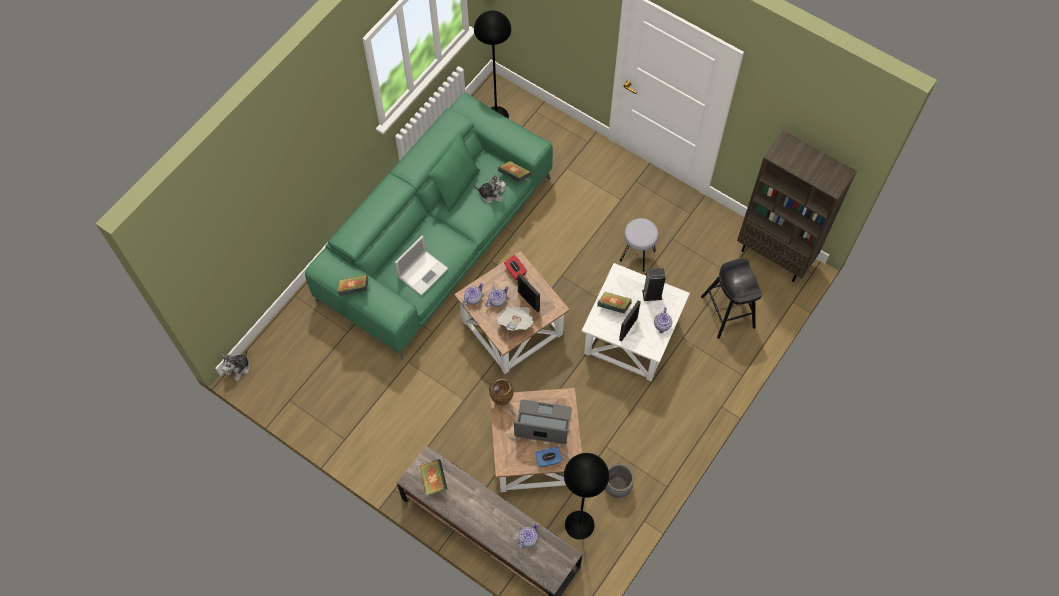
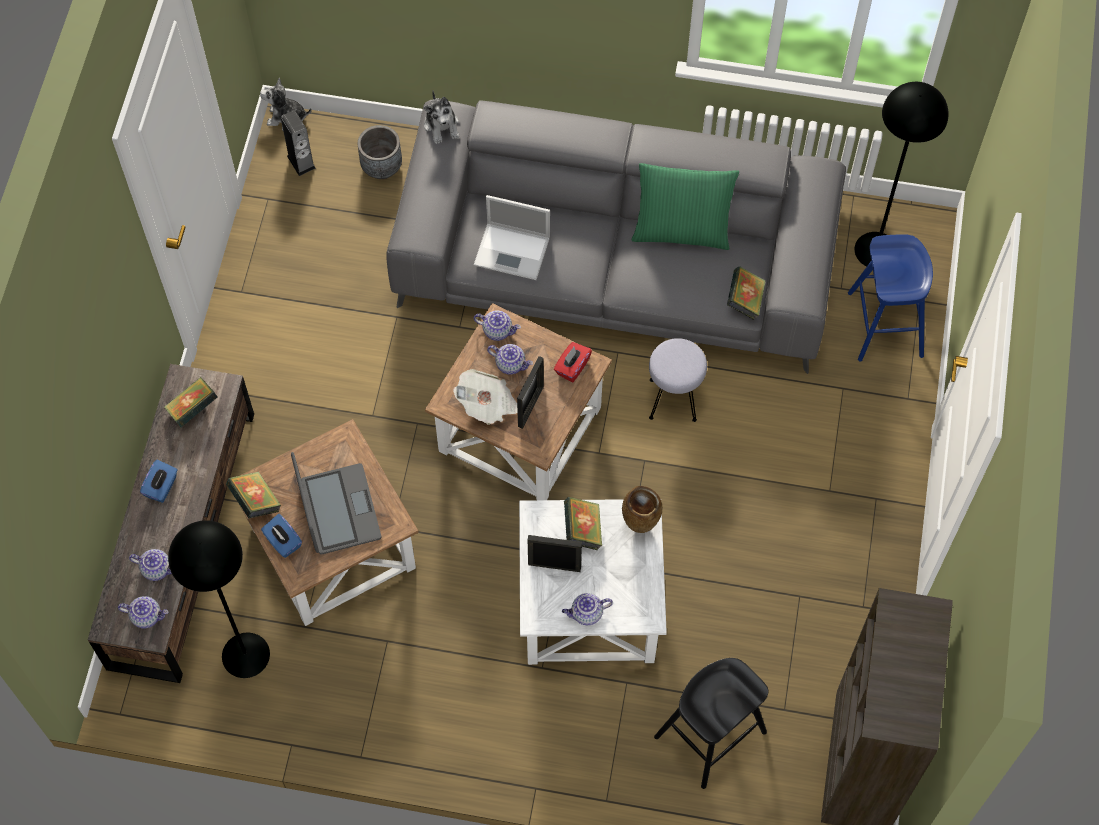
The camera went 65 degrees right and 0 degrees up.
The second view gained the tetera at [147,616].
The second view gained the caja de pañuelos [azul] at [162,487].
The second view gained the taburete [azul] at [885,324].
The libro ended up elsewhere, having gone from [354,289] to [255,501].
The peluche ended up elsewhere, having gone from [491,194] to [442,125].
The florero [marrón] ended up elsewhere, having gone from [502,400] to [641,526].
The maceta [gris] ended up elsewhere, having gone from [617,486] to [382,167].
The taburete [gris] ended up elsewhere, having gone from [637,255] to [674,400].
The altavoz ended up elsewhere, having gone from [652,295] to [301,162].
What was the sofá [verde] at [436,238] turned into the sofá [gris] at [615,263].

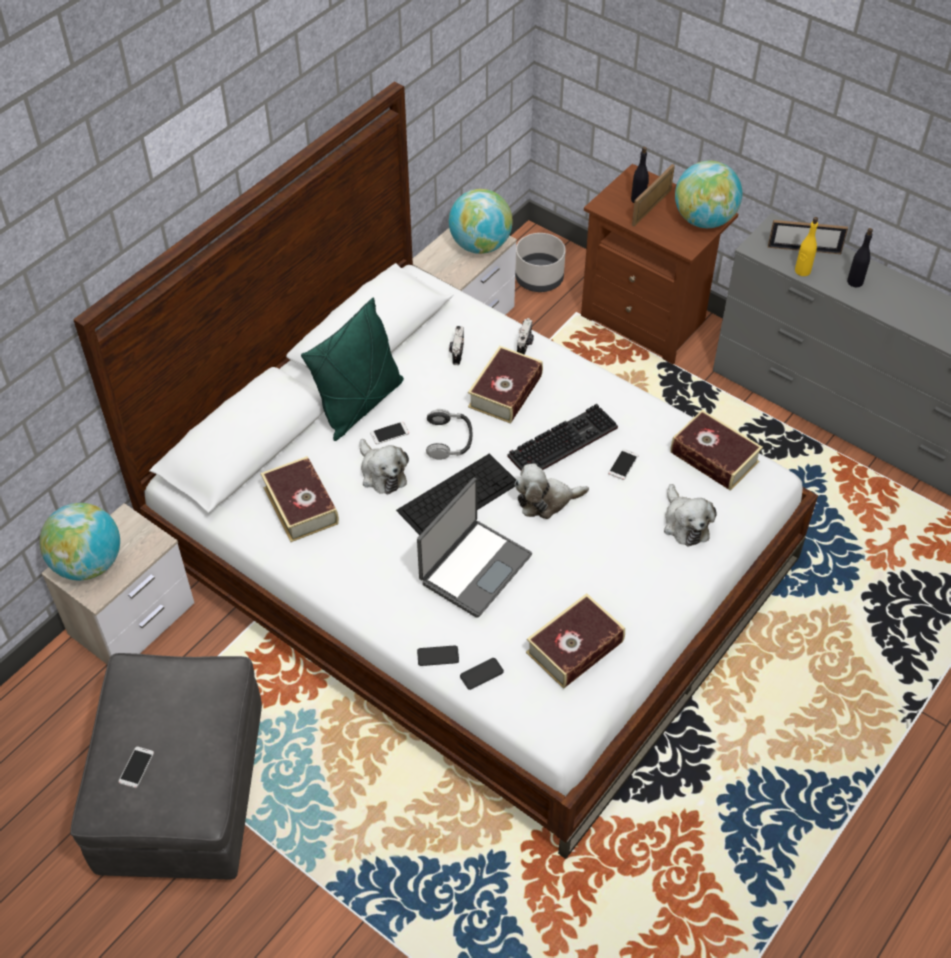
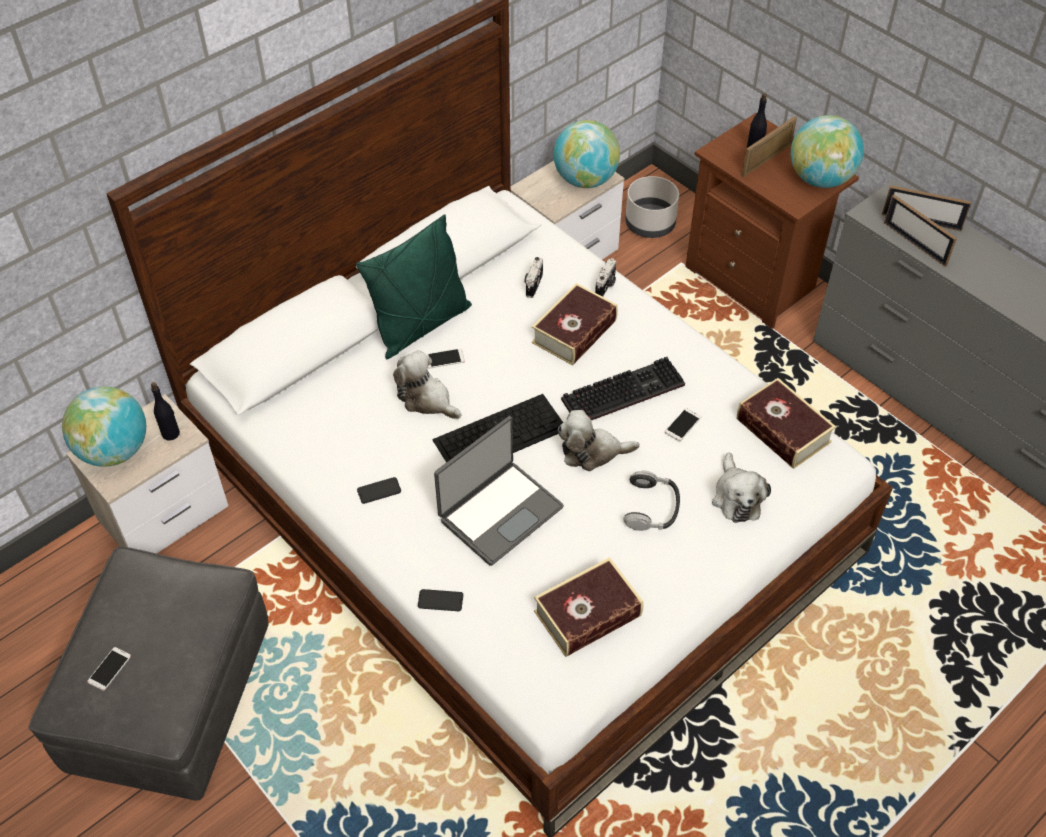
The camera went 10 degrees right and 0 degrees up.
The second view lost the libro at [301,505].
The auriculares ended up elsewhere, having gone from [449,440] to [652,508].
The móvil ended up elsewhere, having gone from [481,674] to [379,491].
The botella [negro] ended up elsewhere, having gone from [855,282] to [171,433].
Where the botella [amarillo] stood at [802,271], the portarretratos came to stand at [914,244].
The peluche at [381,473] ended up facing another way, 150 degrees clockwise from before.

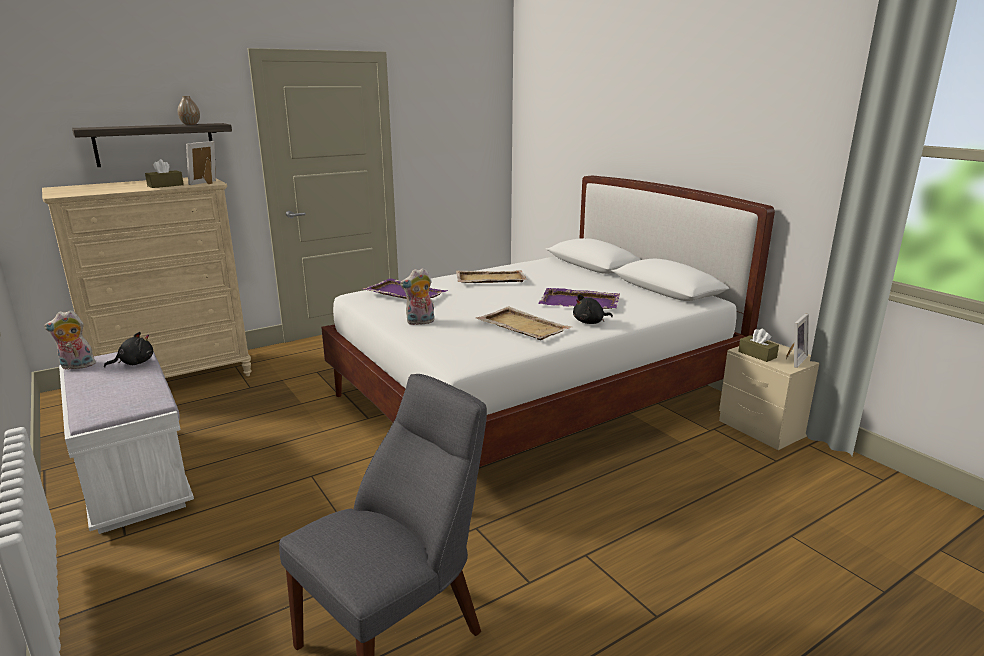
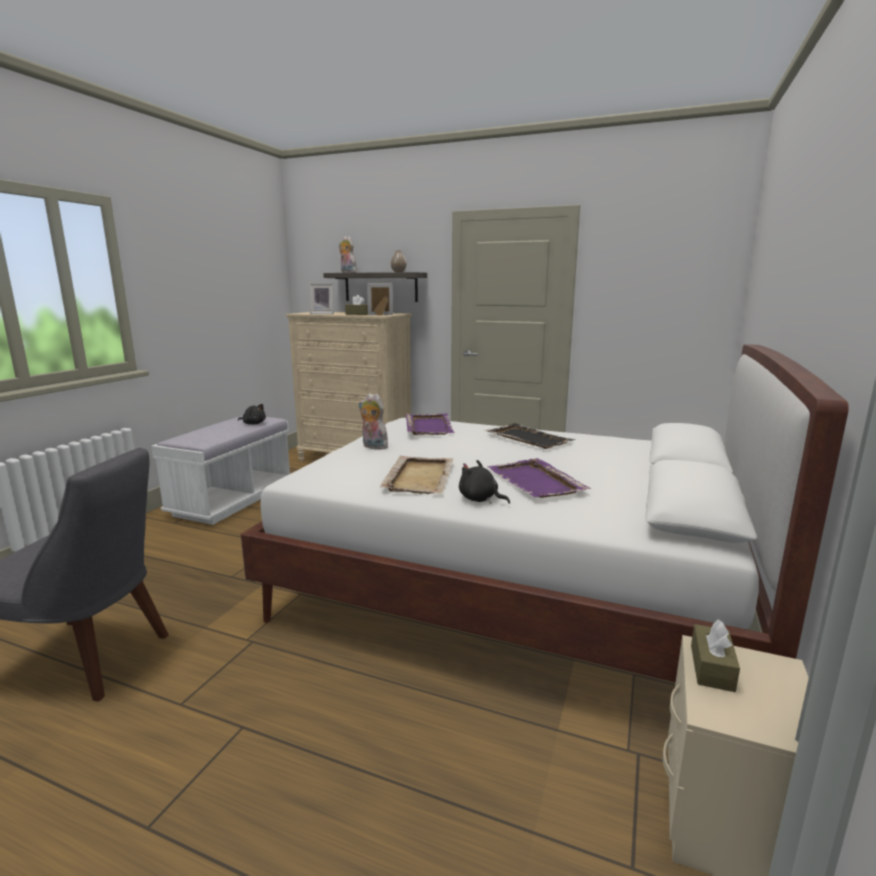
The camera went 55 degrees right and 5 degrees down.
The peluche ended up elsewhere, having gone from [76,366] to [347,272].
The portarretratos ended up elsewhere, having gone from [793,360] to [323,314].
What was the bandeja [beis] at [490,279] turned into the bandeja [negro] at [528,438].

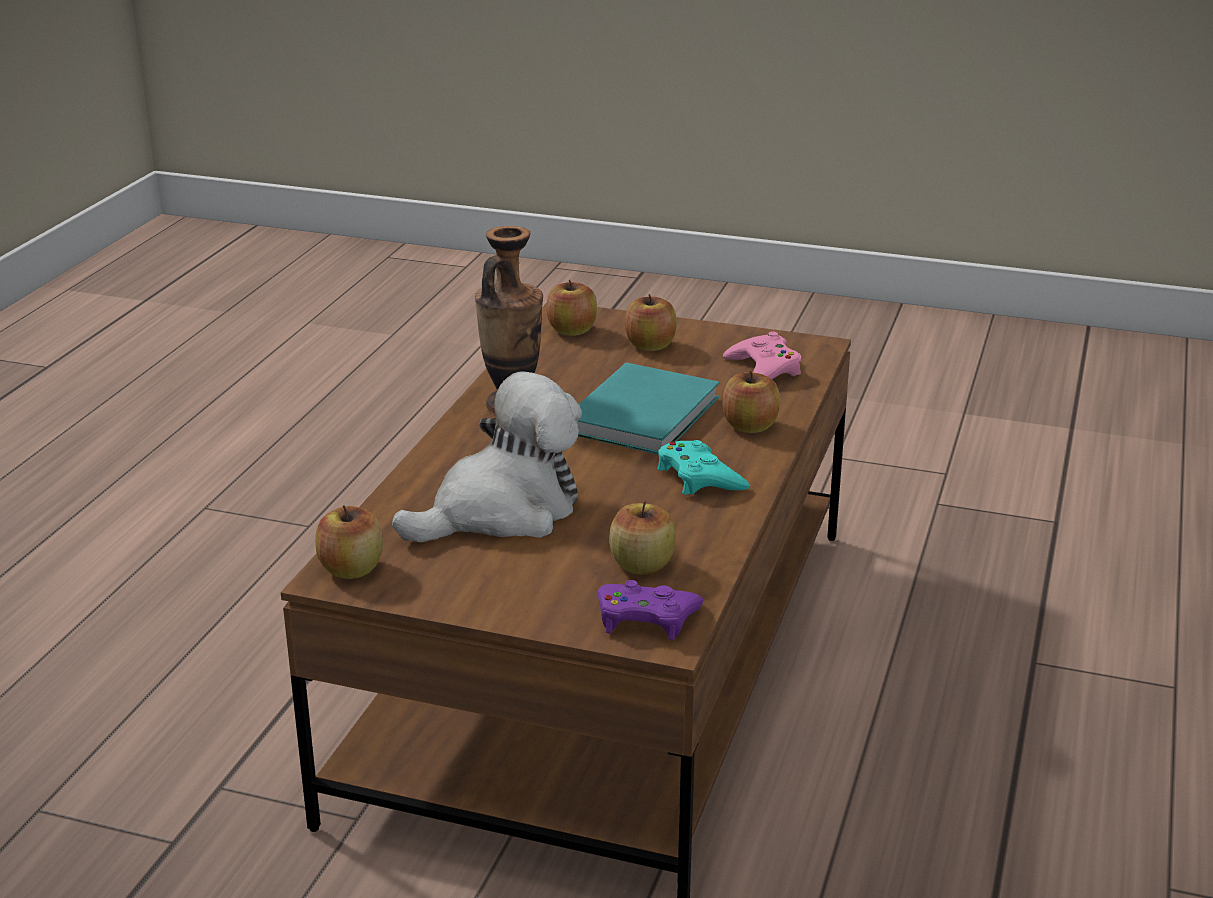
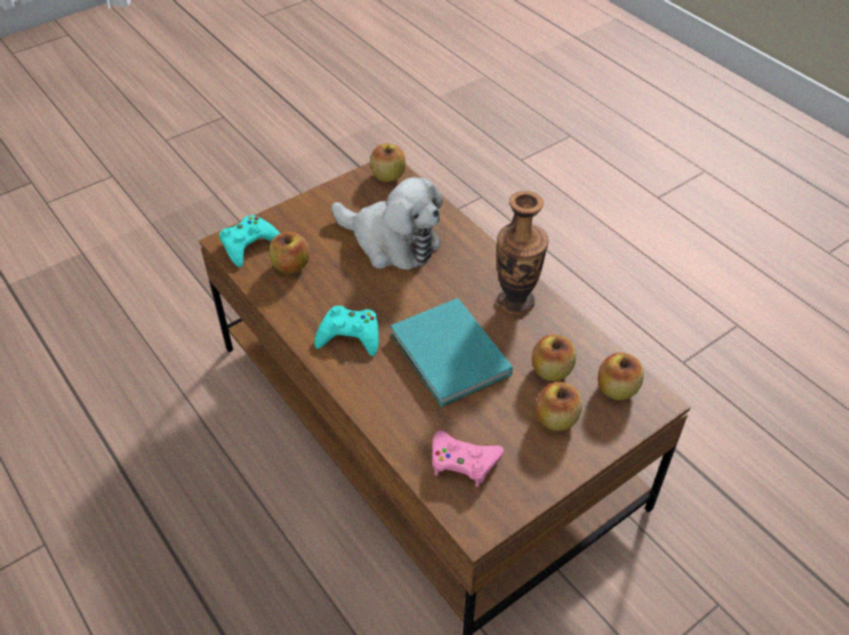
The camera went 125 degrees right and 20 degrees up.
The manzana ended up elsewhere, having gone from [750,426] to [551,370].
What was the mando de consola [morado] at [646,618] turned into the mando de consola [turquesa] at [249,244].
The peluche at [502,512] ended up facing another way, 60 degrees counterclockwise from before.

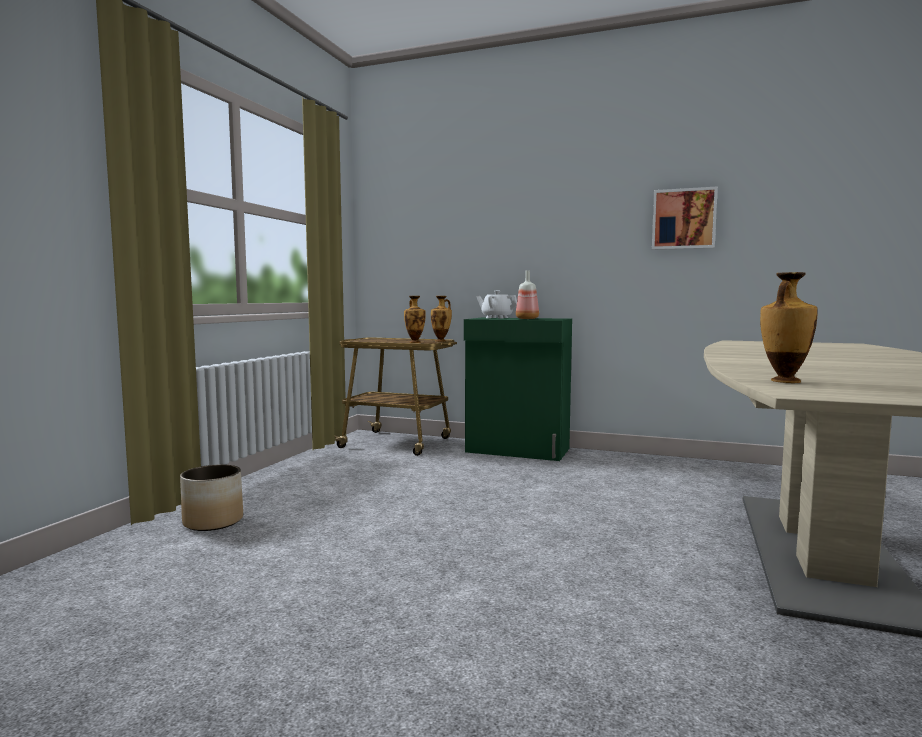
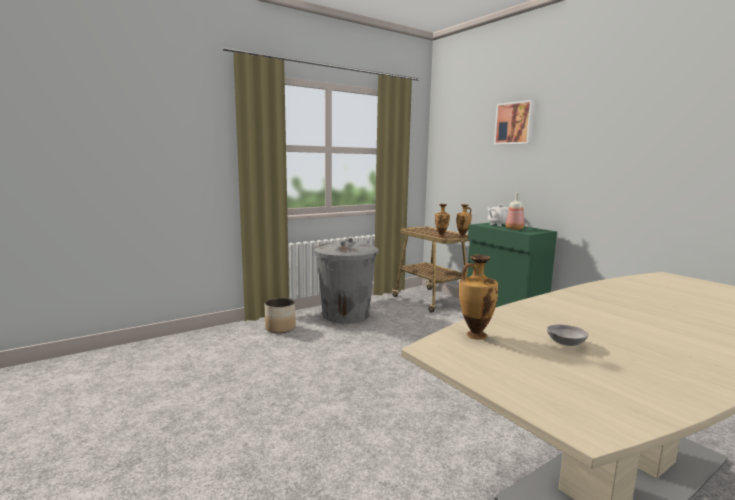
The camera went 35 degrees right and 5 degrees up.
The second view gained the papelera [gris] at [346,314].
The second view gained the cuenco [gris] at [565,343].
The cuadro ended up elsewhere, having gone from [683,219] to [515,123].

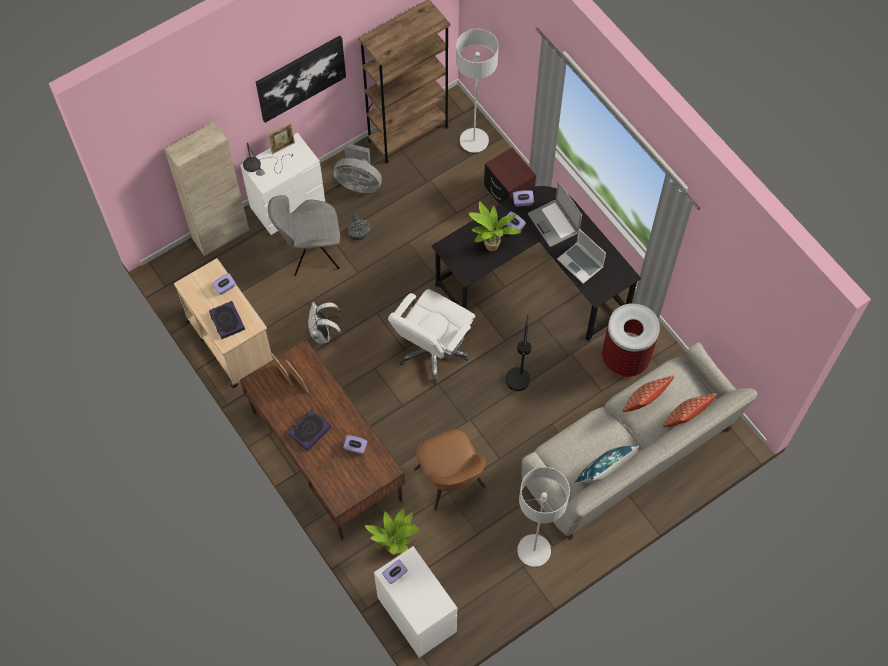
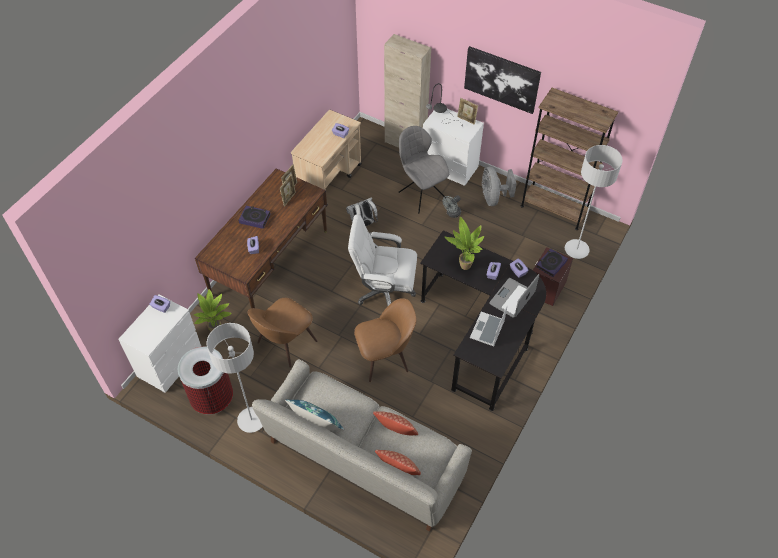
The camera went 65 degrees right and 10 degrees down.
The libro ended up elsewhere, having gone from [227,321] to [551,264].
The papelera ended up elsewhere, having gone from [625,358] to [212,399].
Where the lámpara de pie [negro] stood at [517,386], the silla [marrón] came to stand at [385,357].

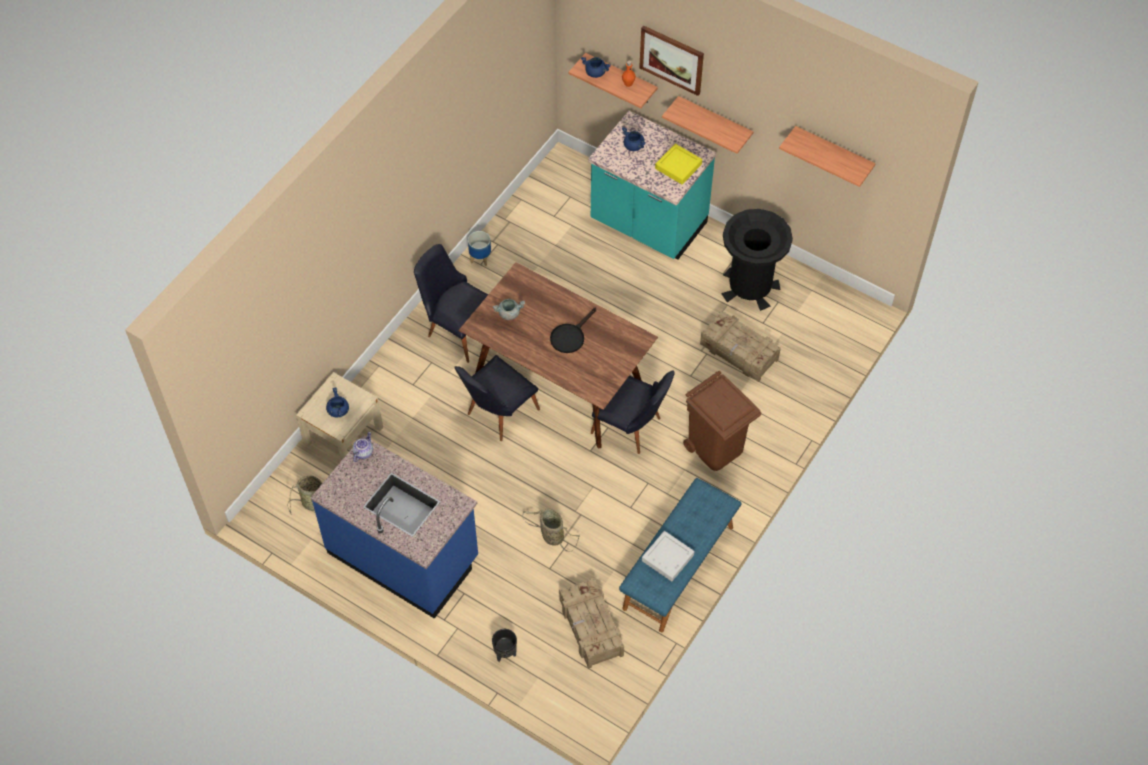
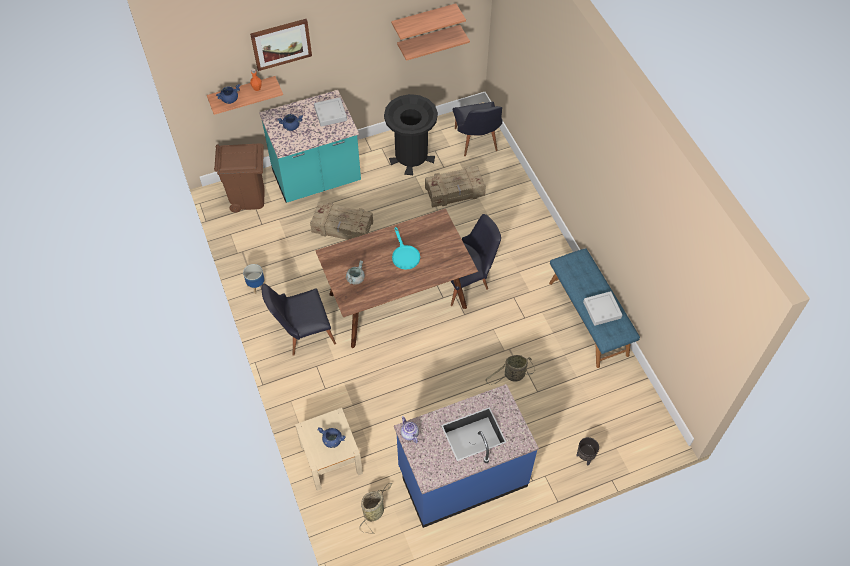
The camera went 55 degrees left and 0 degrees up.
The silla [negro] ended up elsewhere, having gone from [497,415] to [477,143].
The caja de embalaje ended up elsewhere, having gone from [590,628] to [342,228].
The estante ended up elsewhere, having gone from [714,123] to [428,42].
The papelera [marrón] ended up elsewhere, having gone from [716,447] to [248,197].
What was the sartén [negro] at [570,336] turned into the sartén [turquesa] at [404,255].
What was the bandeja [amarillo] at [678,166] turned into the bandeja [gris] at [330,114].

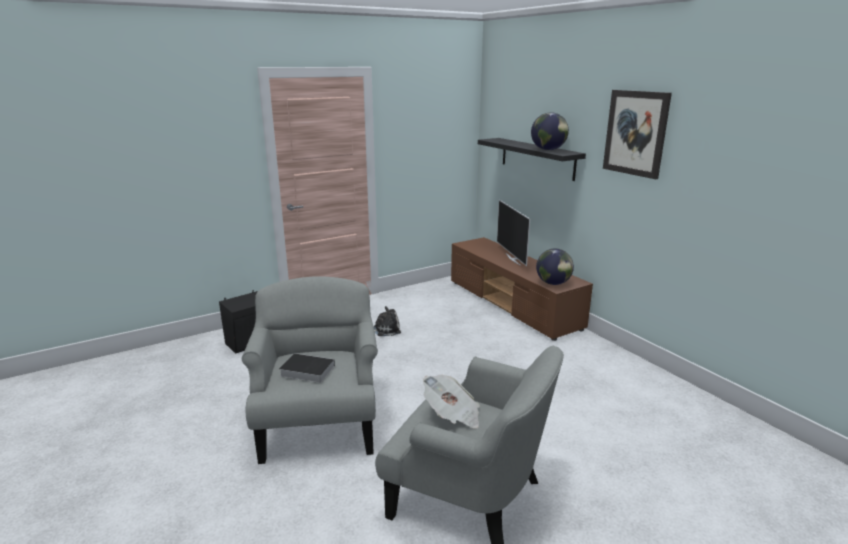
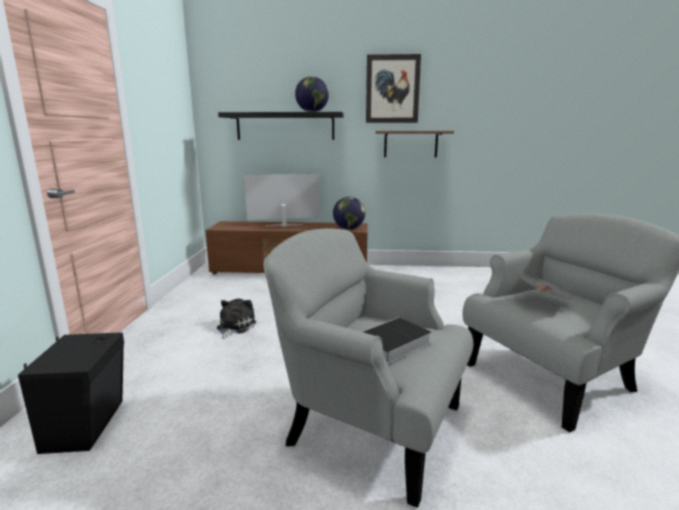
The camera went 55 degrees left and 5 degrees down.
The second view gained the estante at [410,144].
The televisor at [513,259] ended up facing another way, 150 degrees clockwise from before.

